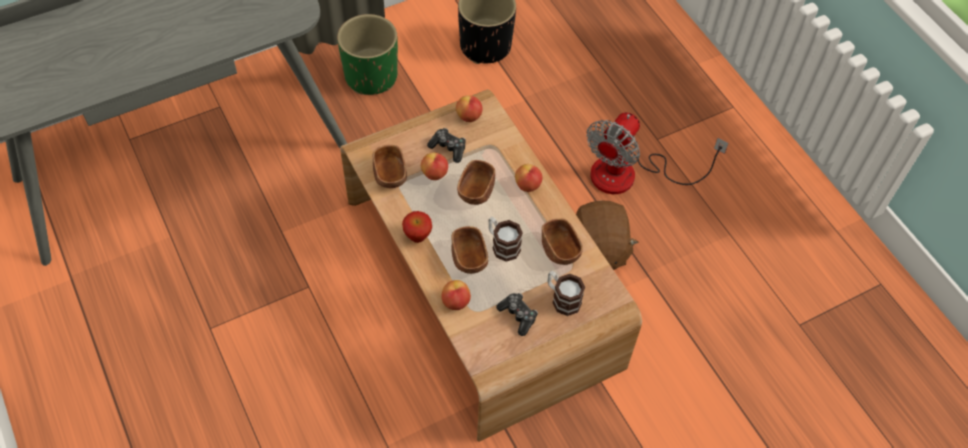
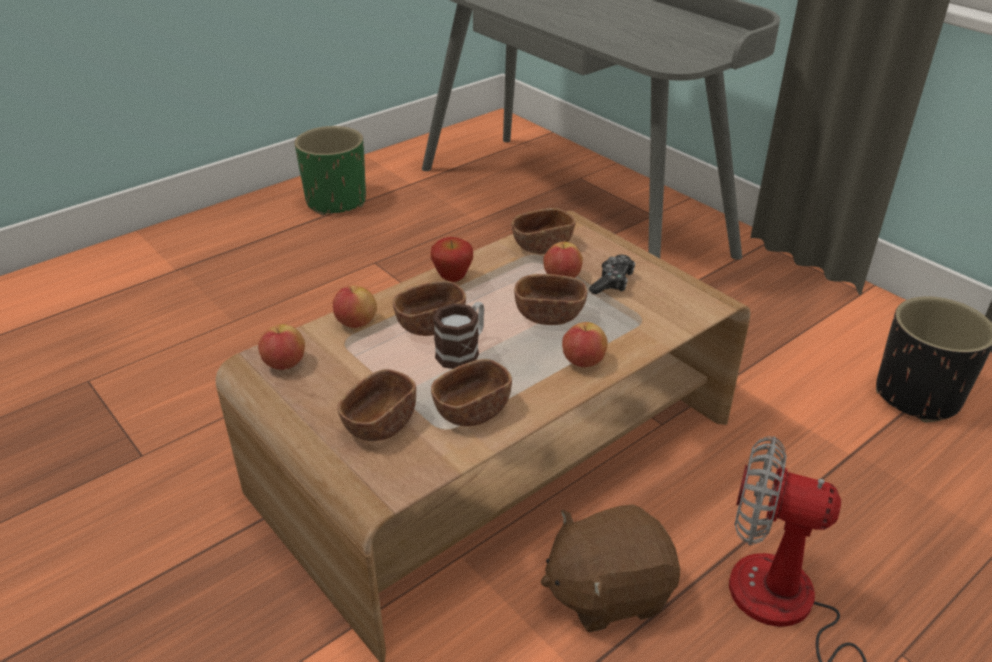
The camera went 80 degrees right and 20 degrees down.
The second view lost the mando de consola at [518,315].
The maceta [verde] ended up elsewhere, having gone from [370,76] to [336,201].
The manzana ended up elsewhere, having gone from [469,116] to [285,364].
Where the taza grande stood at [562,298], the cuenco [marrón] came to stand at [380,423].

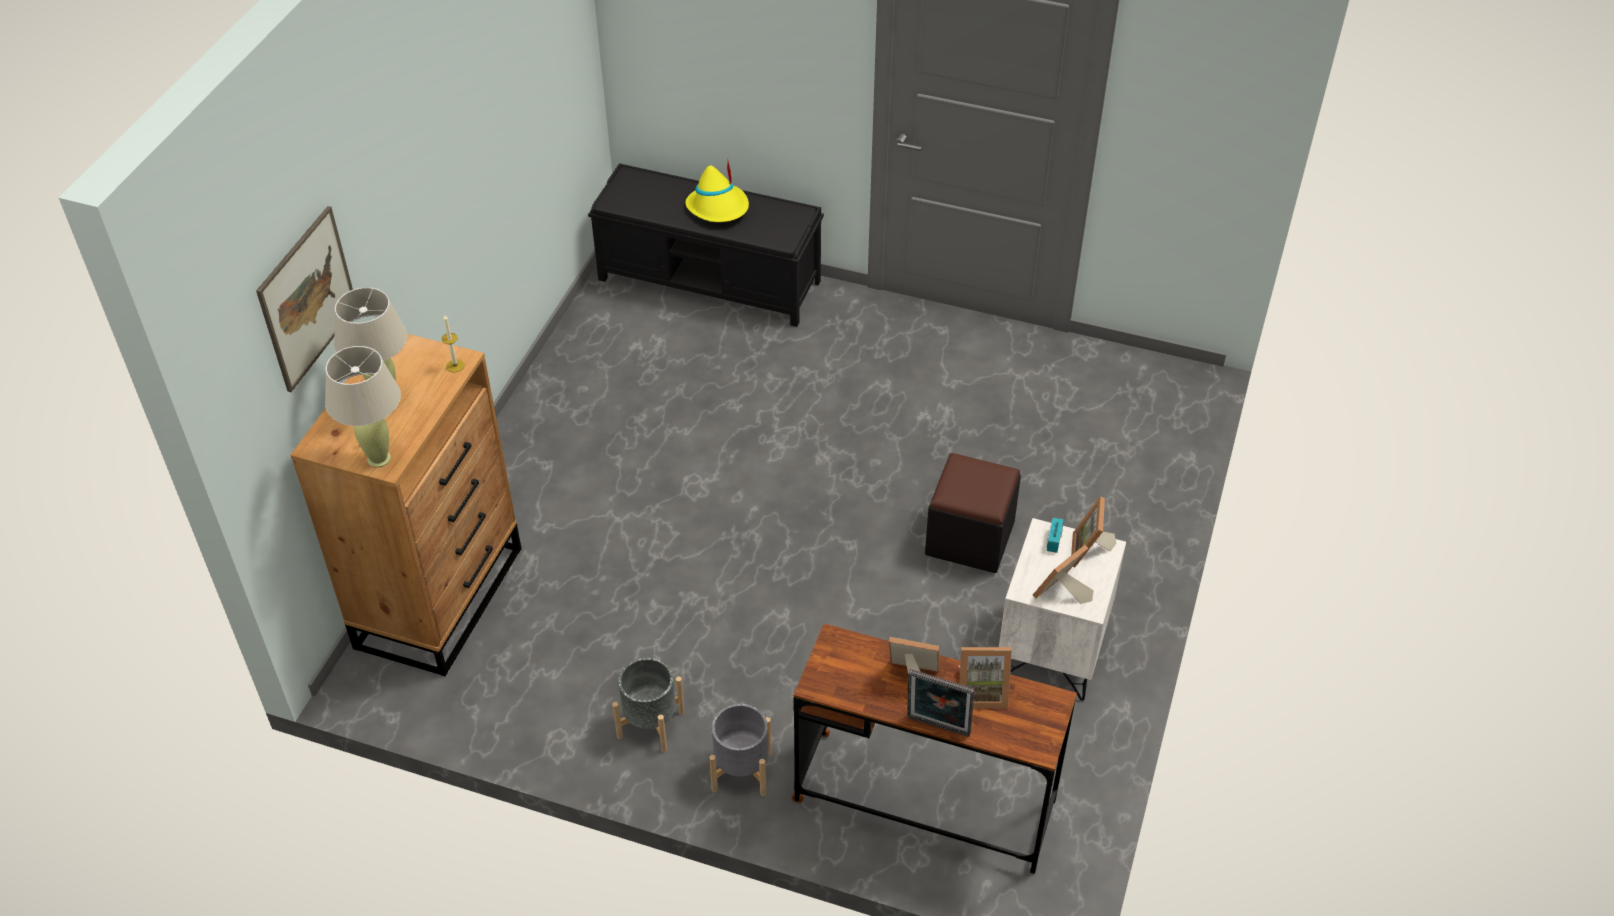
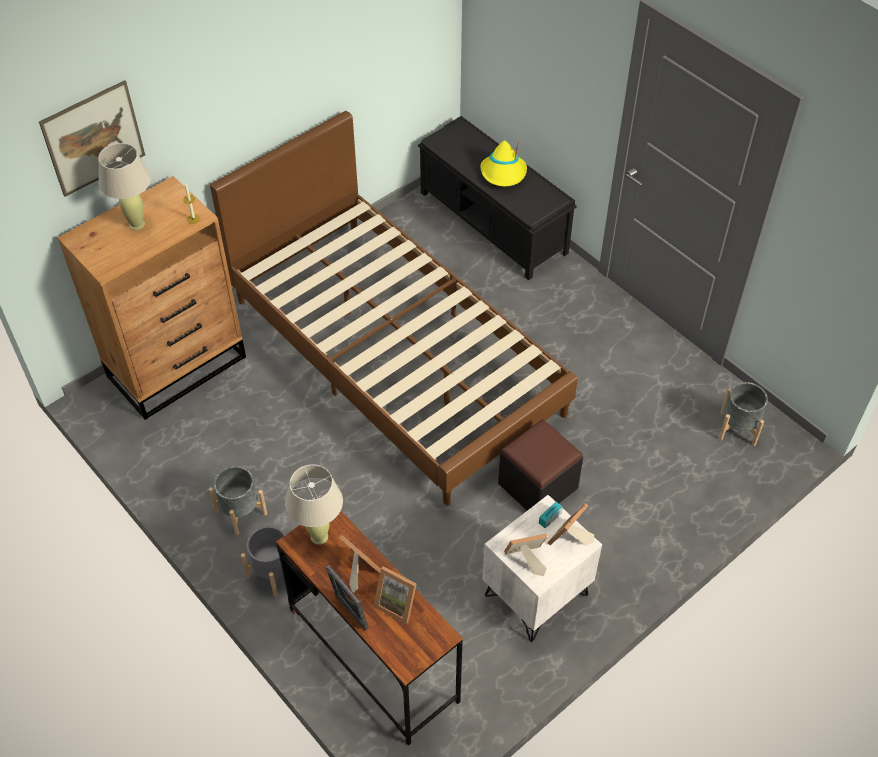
The camera went 30 degrees right and 5 degrees up.
The second view gained the cama [marrón] at [395,355].
The second view gained the maceta [gris] at [738,428].
The lámpara de mesa [beis] ended up elsewhere, having gone from [379,458] to [319,536].

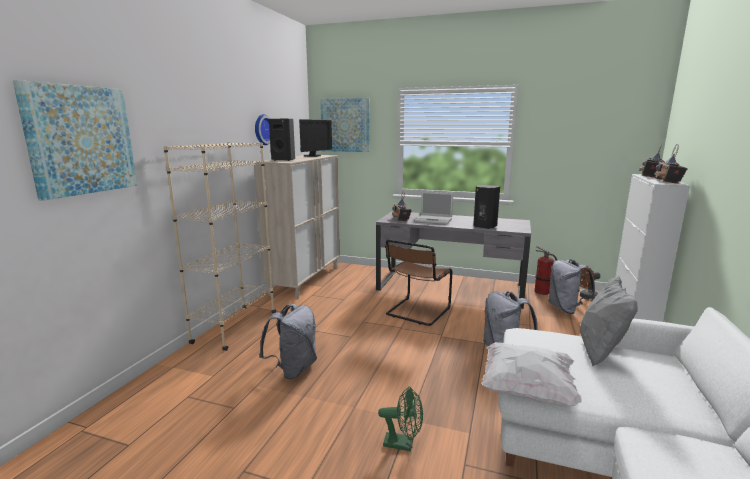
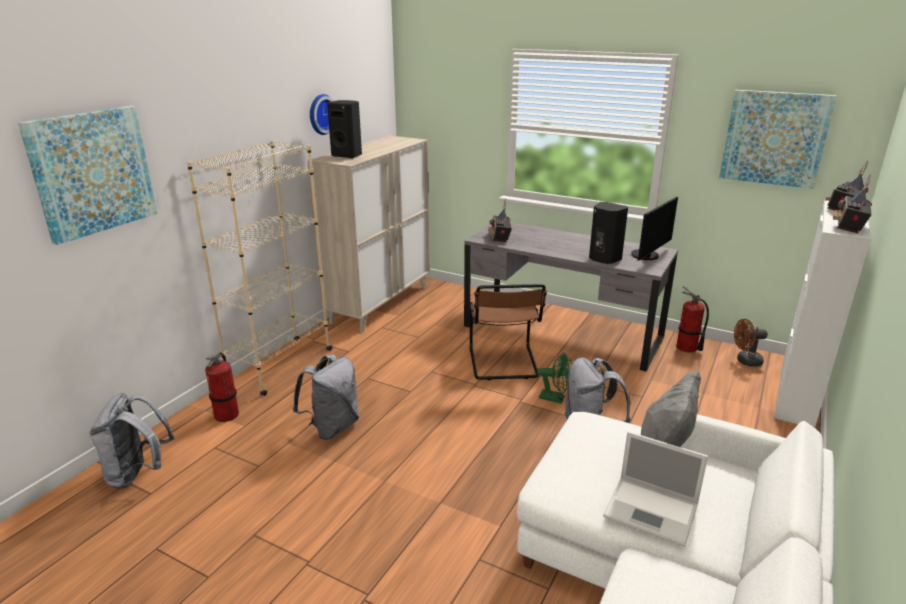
The camera went 10 degrees right and 10 degrees up.
The second view lost the cojín [blanco] at [527,390].
The second view gained the extintor at [227,415].
The monitor ended up elsewhere, having gone from [314,156] to [648,256].
The cuadro ended up elsewhere, having gone from [345,125] to [774,138].
The ventilador [verde] ended up elsewhere, having gone from [403,444] to [556,398].
The portátil ended up elsewhere, having gone from [434,220] to [652,511].
The mochila [gris] ended up elsewhere, having gone from [566,309] to [138,474].
The silla [marrón] at [417,312] ended up facing another way, 45 degrees counterclockwise from before.

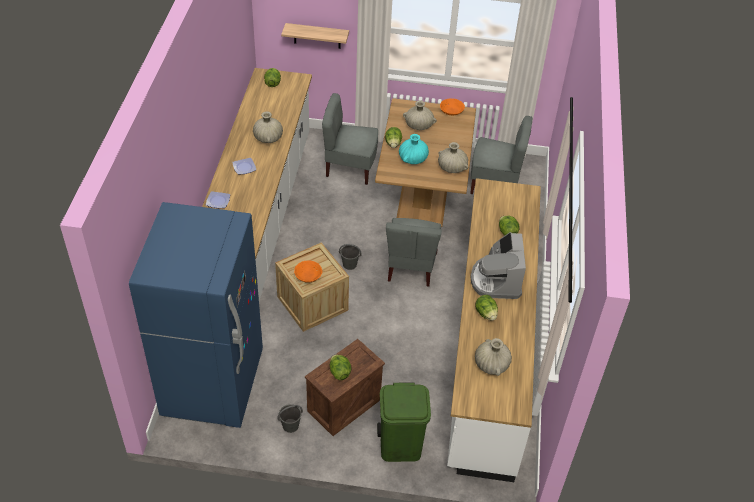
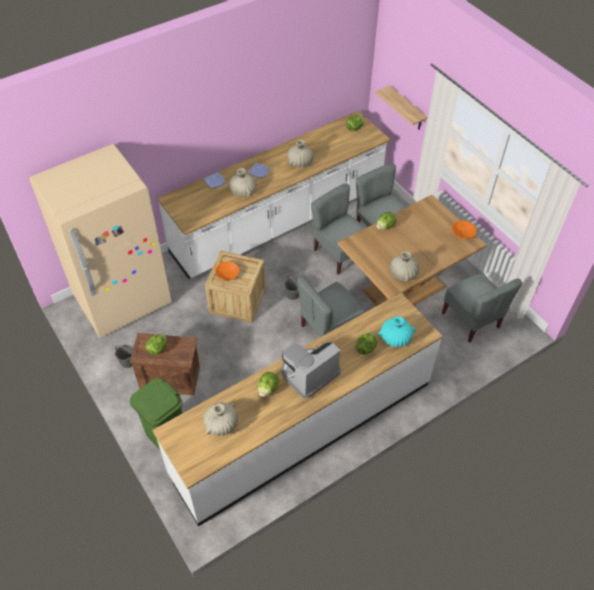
The camera went 50 degrees right and 5 degrees up.
The second view gained the silla [gris] at [339,253].
The florero [turquesa] ended up elsewhere, having gone from [413,159] to [395,338].
The florero [beis] ended up elsewhere, having gone from [418,126] to [243,191].
What was the nevera [azul] at [213,384] turned into the nevera [beis] at [123,300].

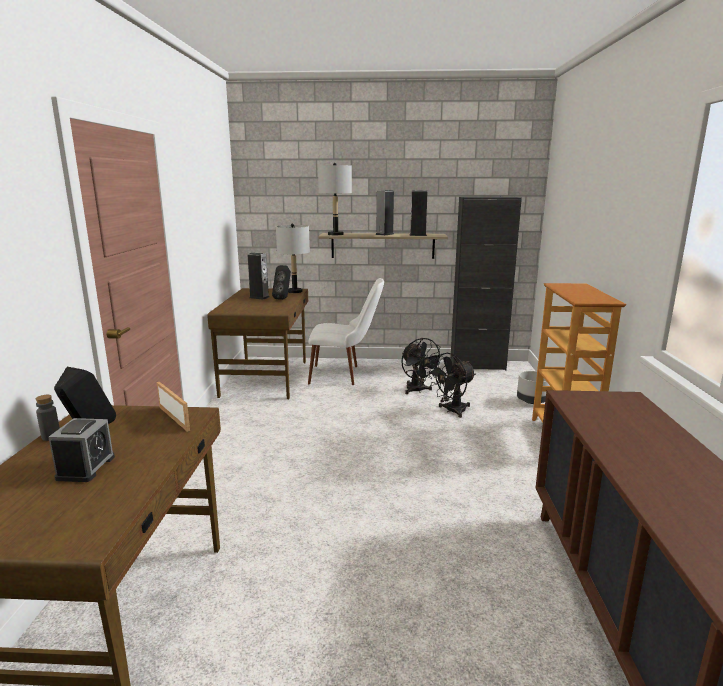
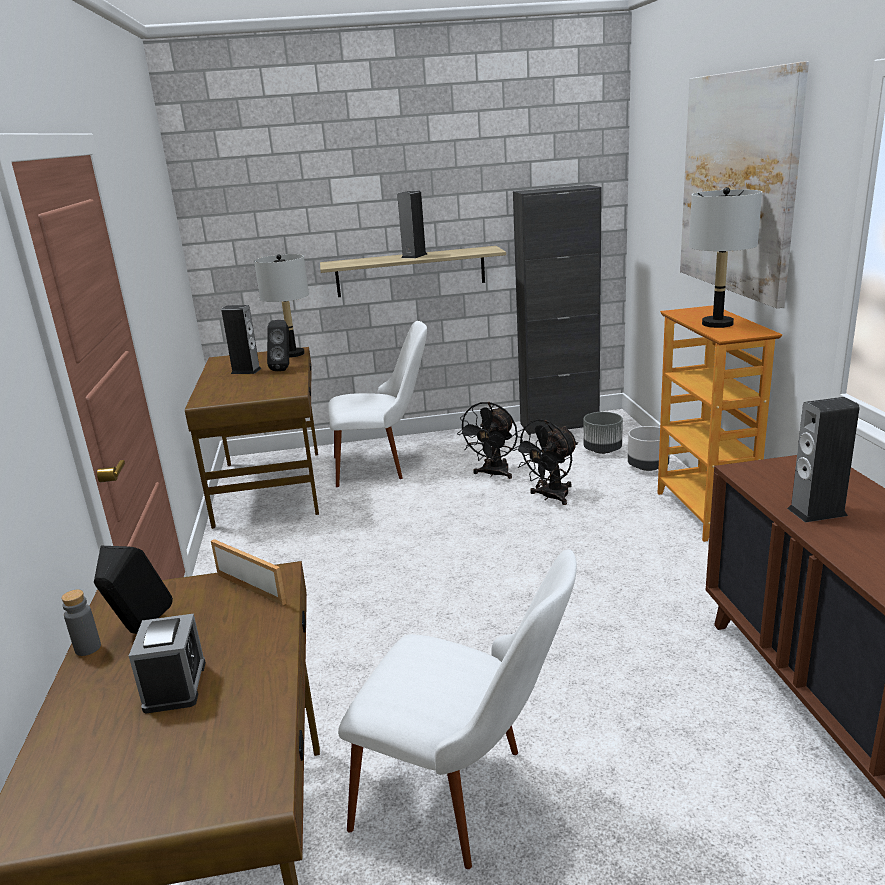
The camera went 10 degrees left and 5 degrees up.
The second view gained the silla [blanco] at [467,797].
The second view gained the maceta [gris] at [602,450].
The second view gained the cuadro at [737,184].
The lámpara de mesa [gris] ended up elsewhere, having gone from [336,234] to [717,324].
The altavoz ended up elsewhere, having gone from [418,235] to [817,512].
The ventilador [negro] at [417,391] ended up facing another way, 60 degrees clockwise from before.

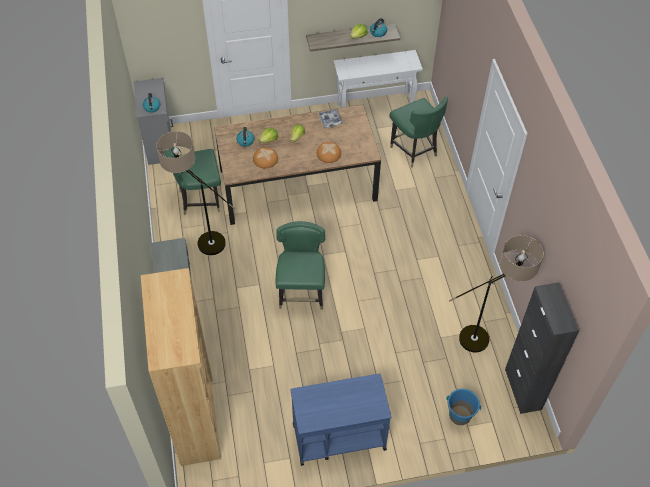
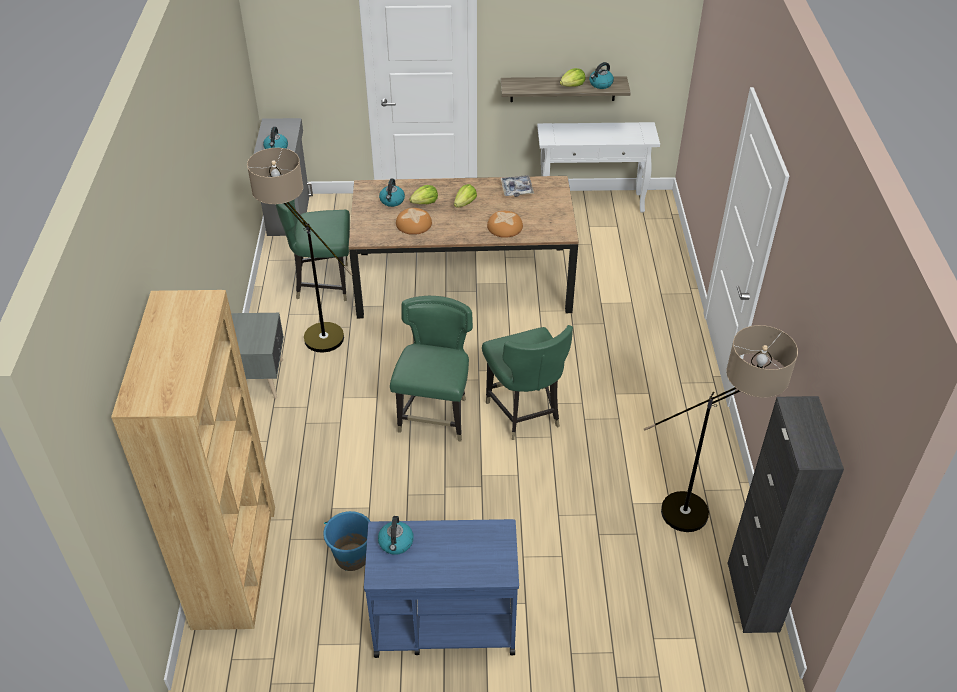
The camera went 10 degrees right and 10 degrees down.
The second view gained the hervidor at [396,543].
The silla [verde] ended up elsewhere, having gone from [414,150] to [524,413].
The cubo [azul] ended up elsewhere, having gone from [460,415] to [352,557].

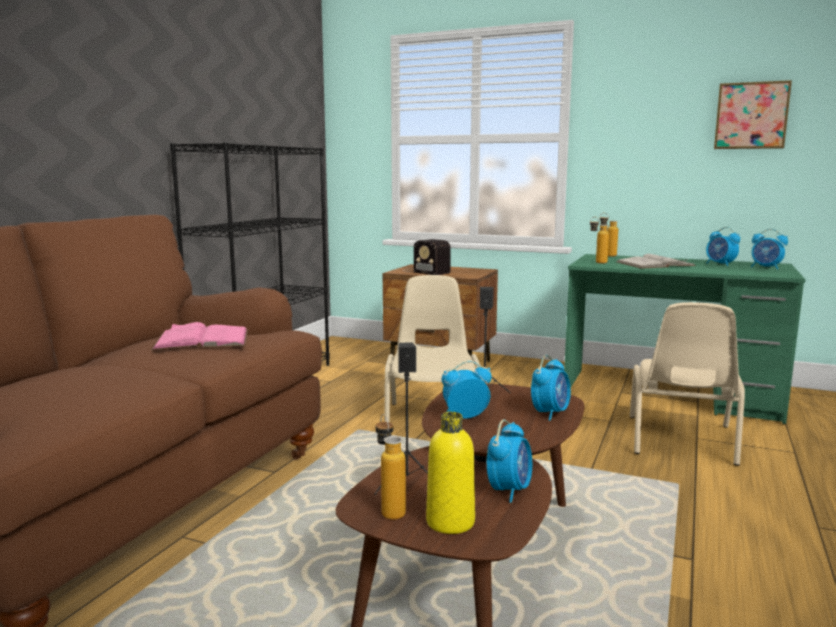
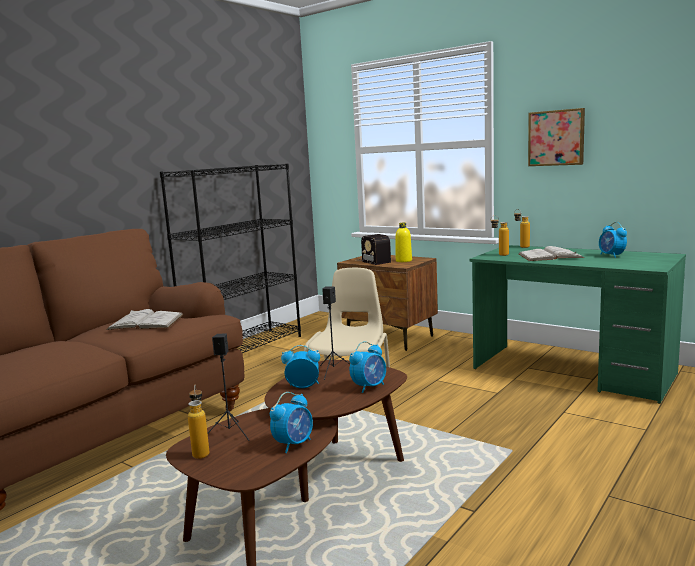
The camera went 15 degrees right and 0 degrees up.
The second view lost the silla [beis] at [681,440].
The second view lost the despertador at [766,268].
The botella [amarillo] ended up elsewhere, having gone from [450,522] to [403,261].
The cuadro ended up elsewhere, having gone from [751,116] to [556,138].
What was the libro [rosa] at [202,339] turned into the libro [blanco] at [146,322].

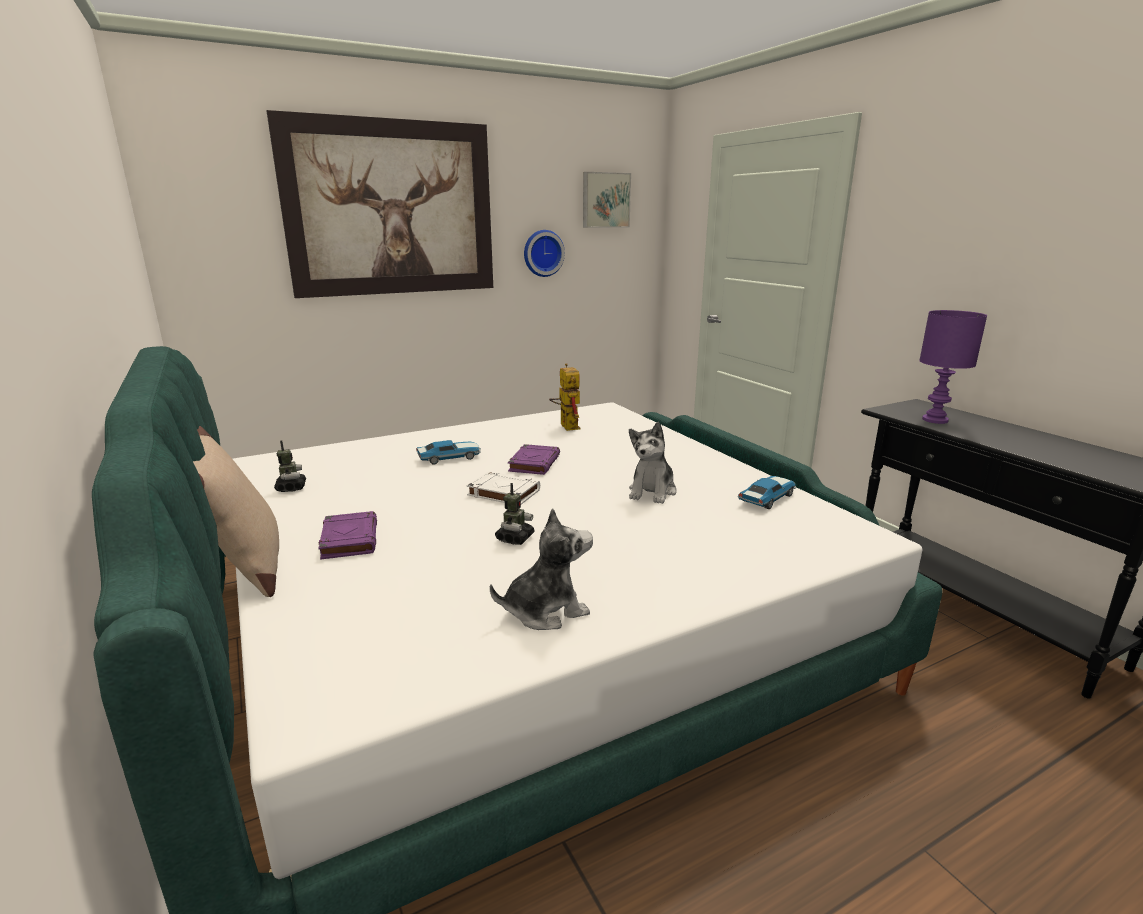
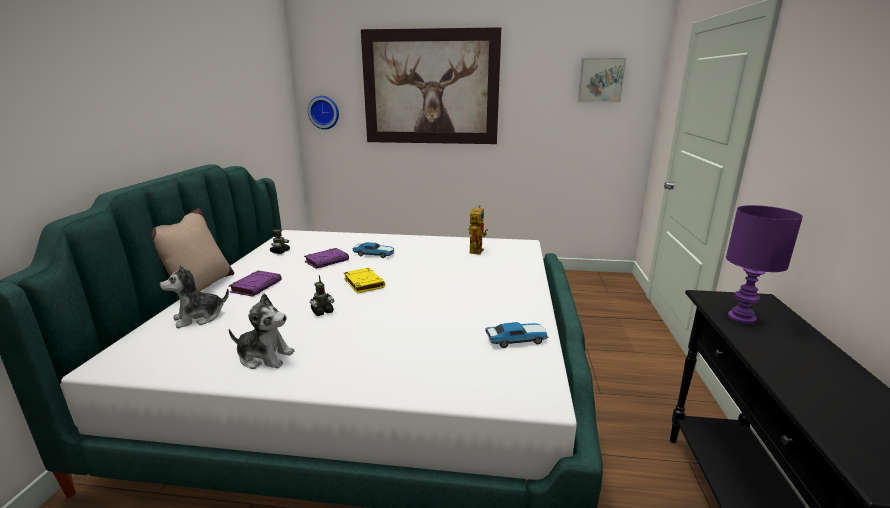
The camera went 35 degrees right and 0 degrees up.
The libro [morado] ended up elsewhere, having gone from [534,463] to [327,261].
The reloj de pared ended up elsewhere, having gone from [542,253] to [324,112].
The peluche ended up elsewhere, having gone from [652,491] to [199,317].
What was the libro [blanco] at [503,493] turned into the libro [amarillo] at [363,283].

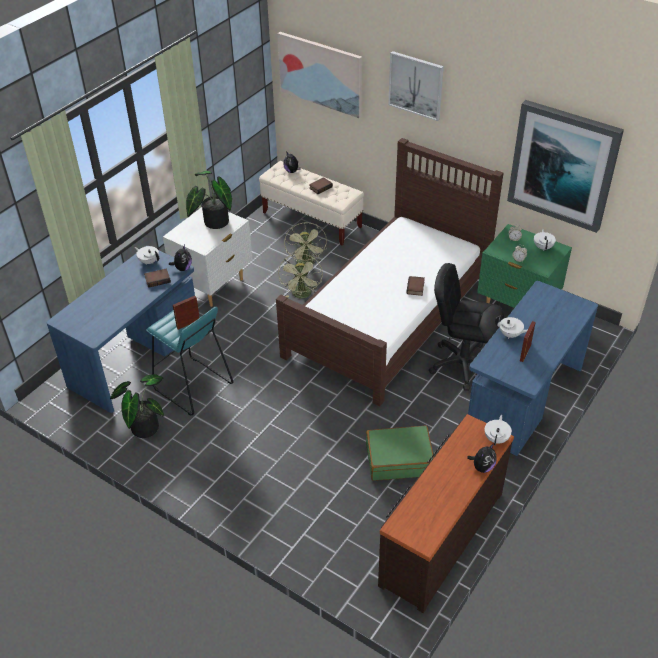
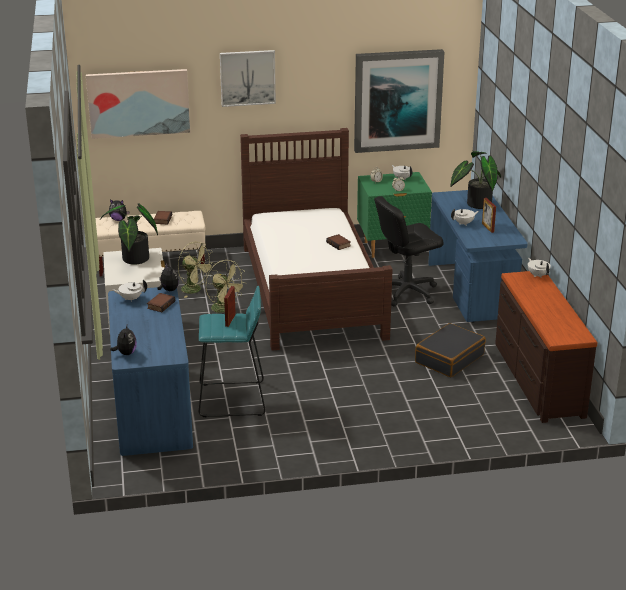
The camera went 45 degrees left and 15 degrees down.
The planta en maceta ended up elsewhere, having gone from [143,425] to [476,204].
The peluche ended up elsewhere, having gone from [482,467] to [126,353].
What was the maleta [verde] at [399,459] turned into the maleta [negro] at [449,358].

